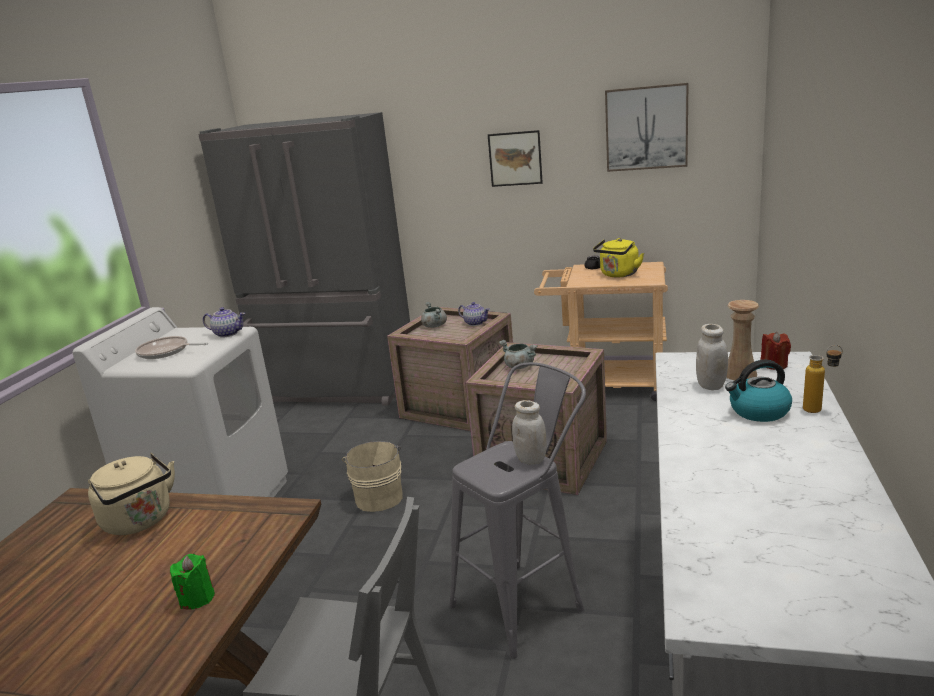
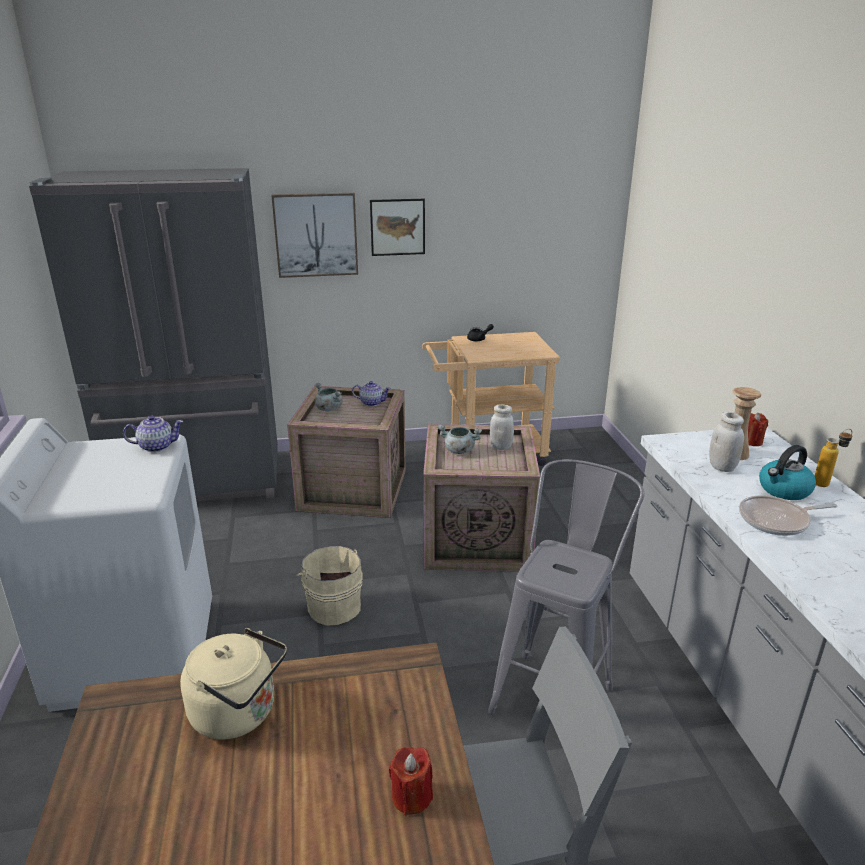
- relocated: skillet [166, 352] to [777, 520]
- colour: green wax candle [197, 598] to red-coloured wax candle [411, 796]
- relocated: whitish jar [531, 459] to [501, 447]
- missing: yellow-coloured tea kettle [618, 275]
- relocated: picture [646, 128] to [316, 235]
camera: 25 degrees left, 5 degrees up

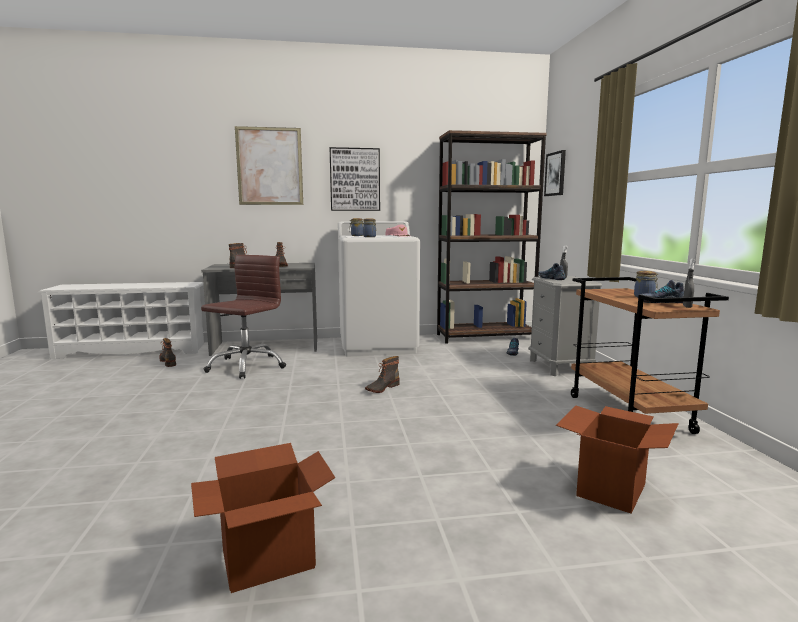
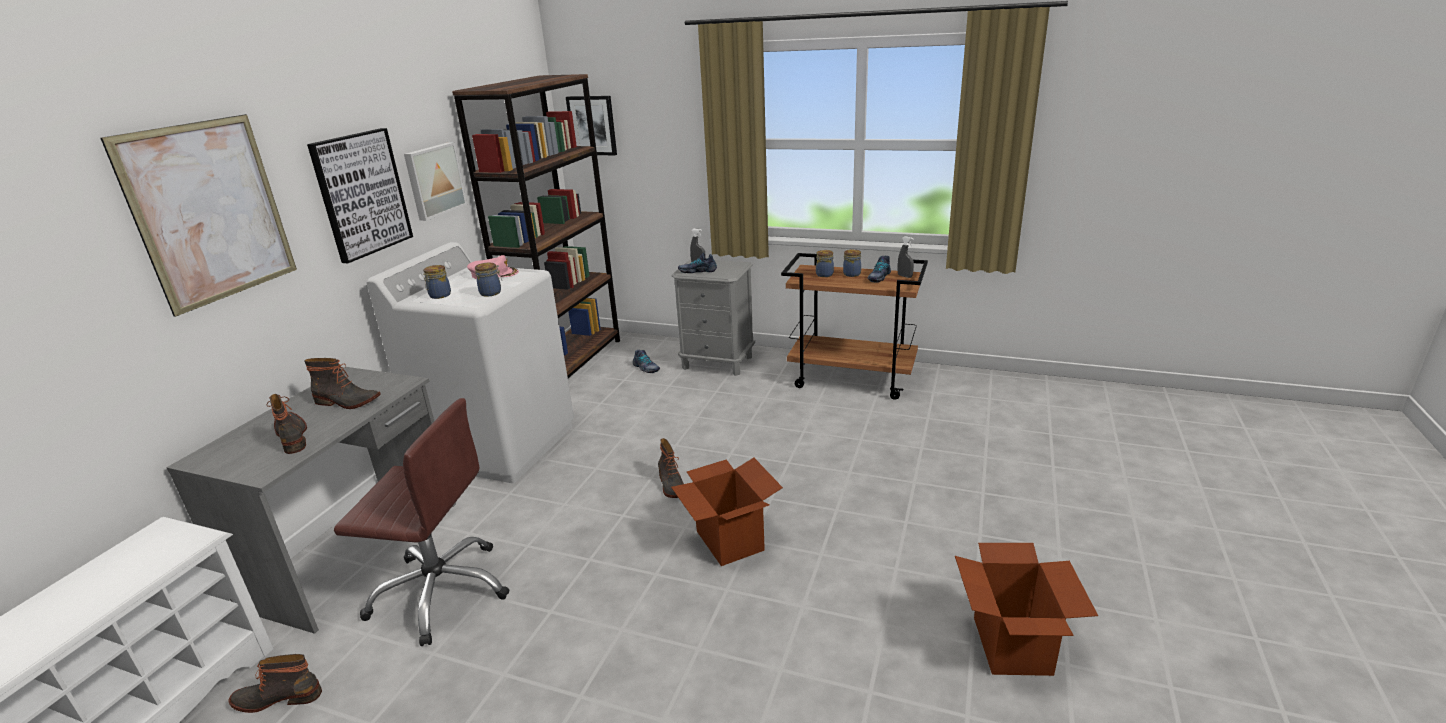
- spun: brownish office chair [246, 366] = [441, 591] 135 degrees clockwise
- relocated: carton [611, 489] to [729, 540]
- appeared: picture [434, 180]
- appeared: jar [824, 274]
camera: 60 degrees left, 15 degrees up

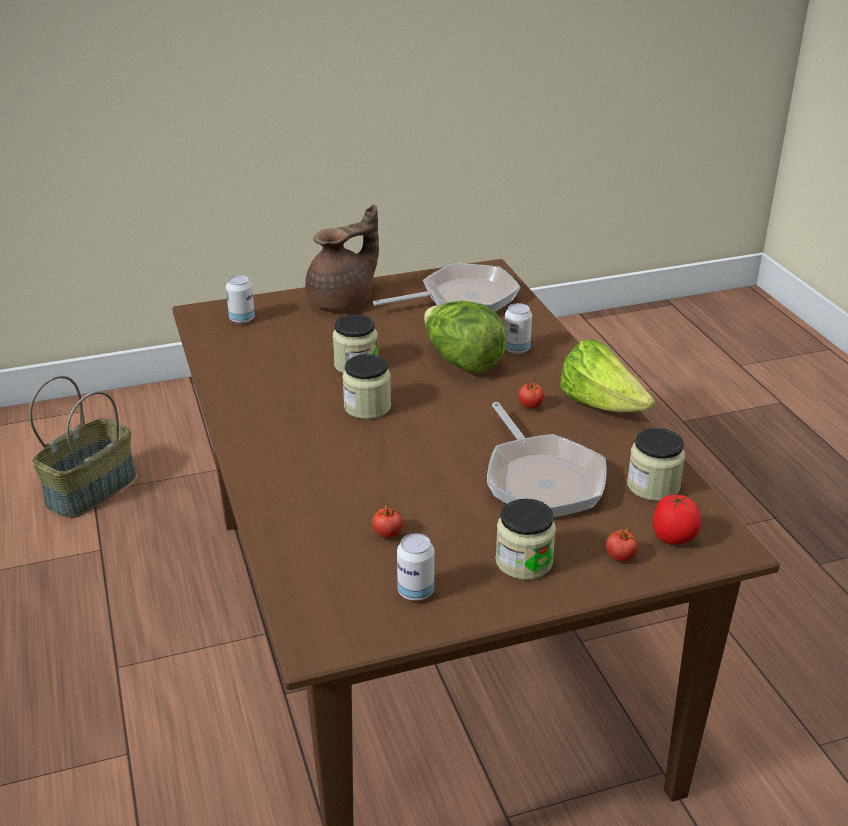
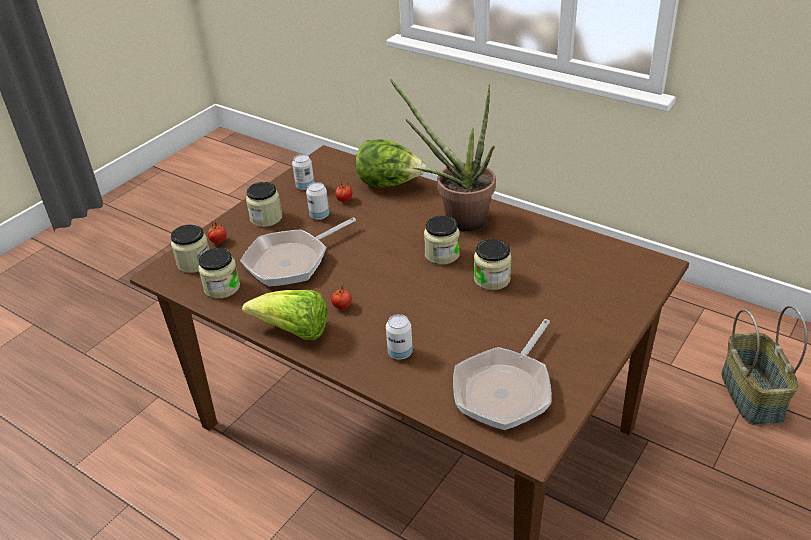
- relocated: metal can [242, 319] to [319, 215]
- missing: brownish teapot [343, 300]
- relocated: lettuce head [462, 362] to [389, 184]
- spun: skillet [541, 479] = [292, 261] 75 degrees counterclockwise
- exchanged: tomato [673, 538] to jar [194, 263]
- appeared: plant in a pot [456, 219]
camera: 145 degrees right, 5 degrees up

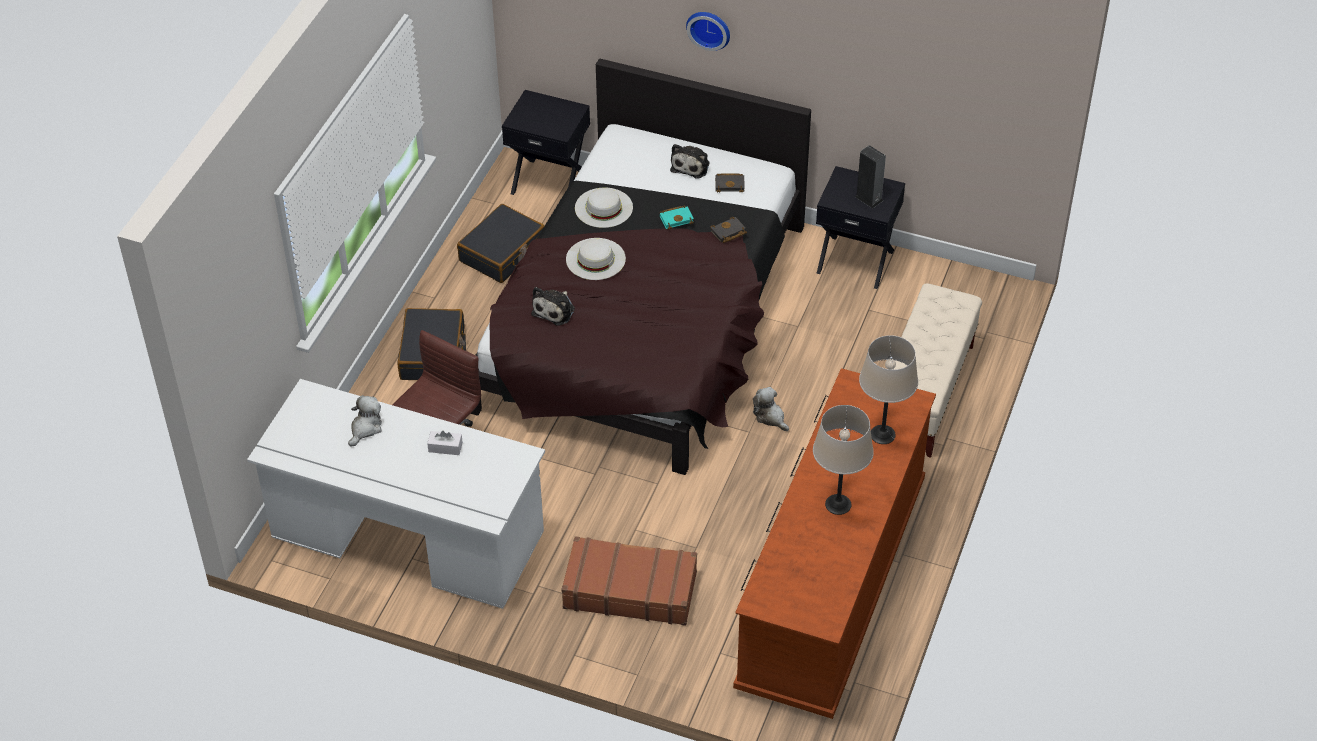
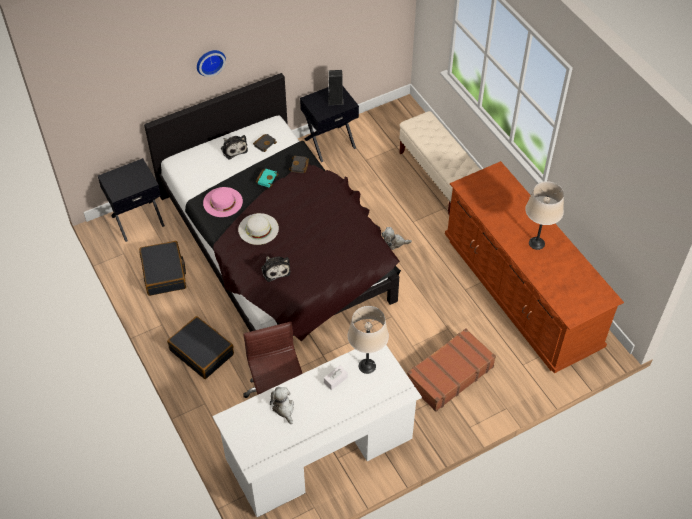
- colour: whitish hat [603, 207] to pink hat [222, 202]
- relocated: sand-coloured tabletop lamp [882, 435] to [367, 366]
camera: 50 degrees left, 5 degrees up

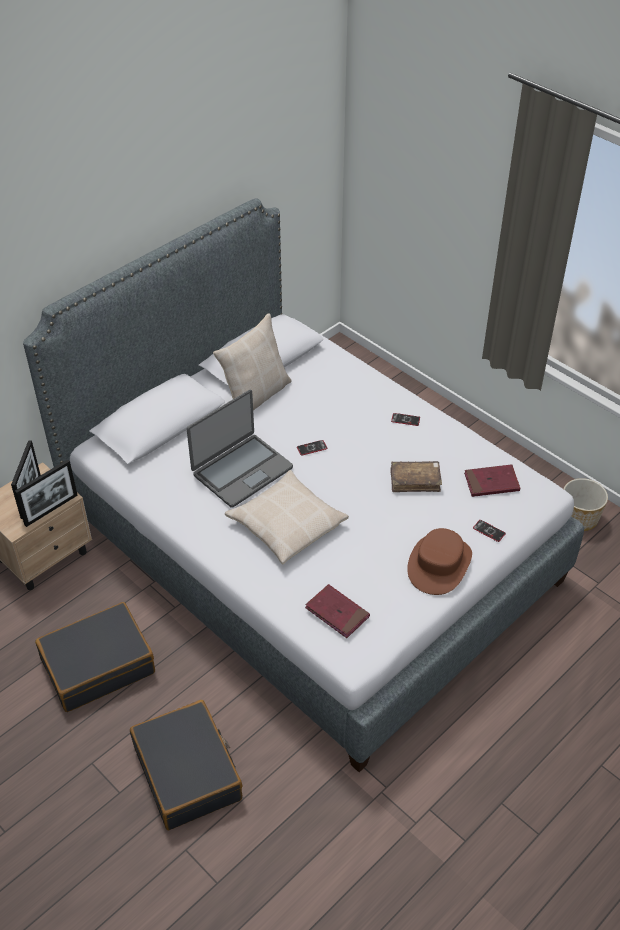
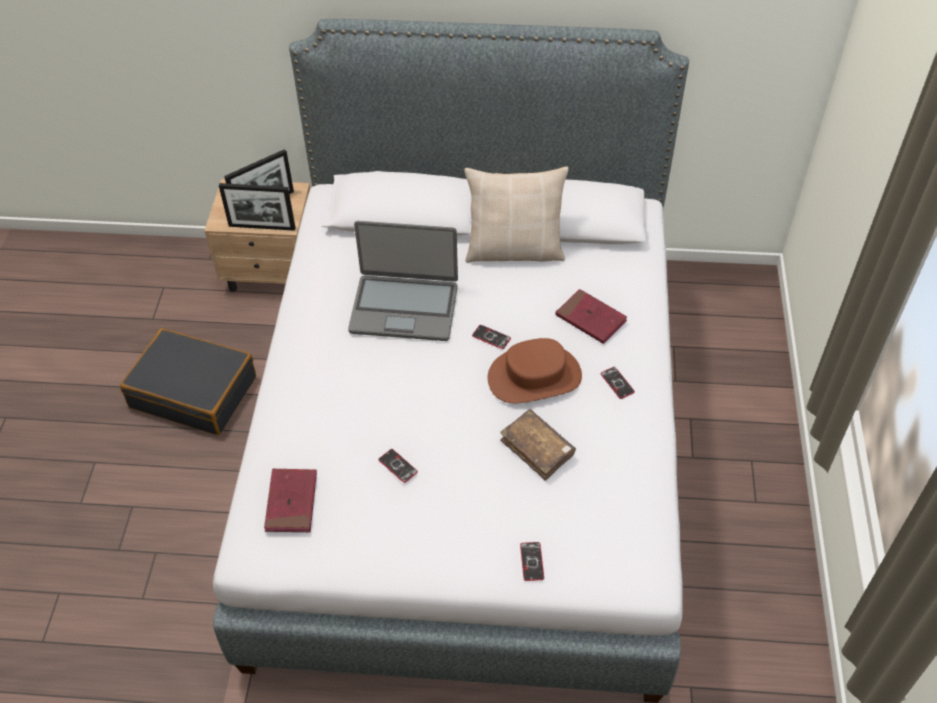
- missing: black-coloured piece of luggage [188, 772]
- missing: sand-coloured cushion [286, 524]
- relocated: brownish hat [439, 564] to [534, 376]
- relocated: red-coloured bound book [491, 483] to [590, 319]
- missing: flower pot [579, 518]
- appeared: handset [398, 466]
camera: 50 degrees right, 5 degrees up

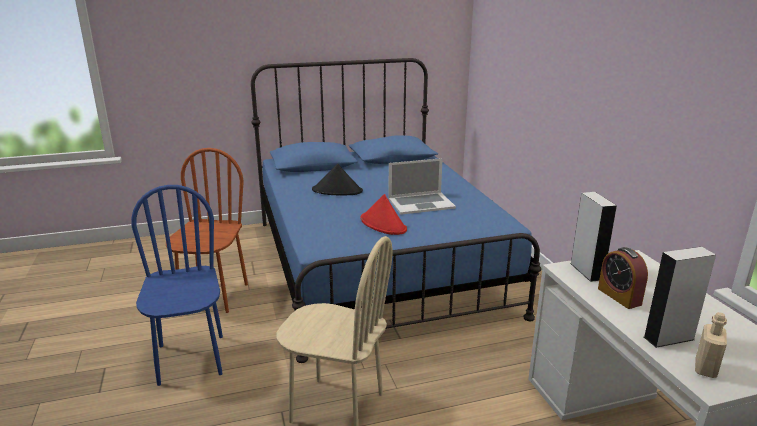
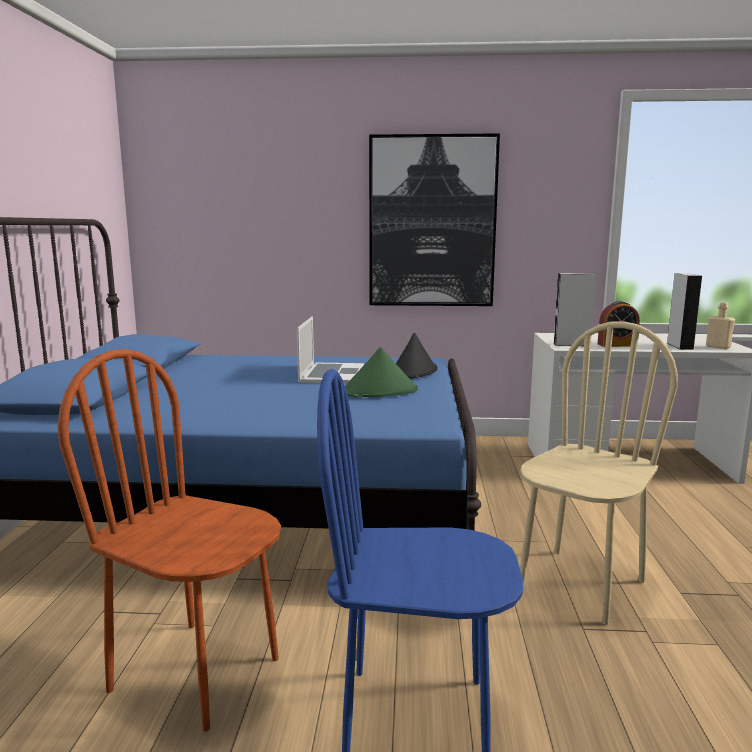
- relocated: black-coloured hat [337, 191] to [413, 372]
- colour: red-coloured hat [383, 224] to green hat [379, 392]
- appeared: picture [432, 222]
camera: 70 degrees left, 10 degrees down

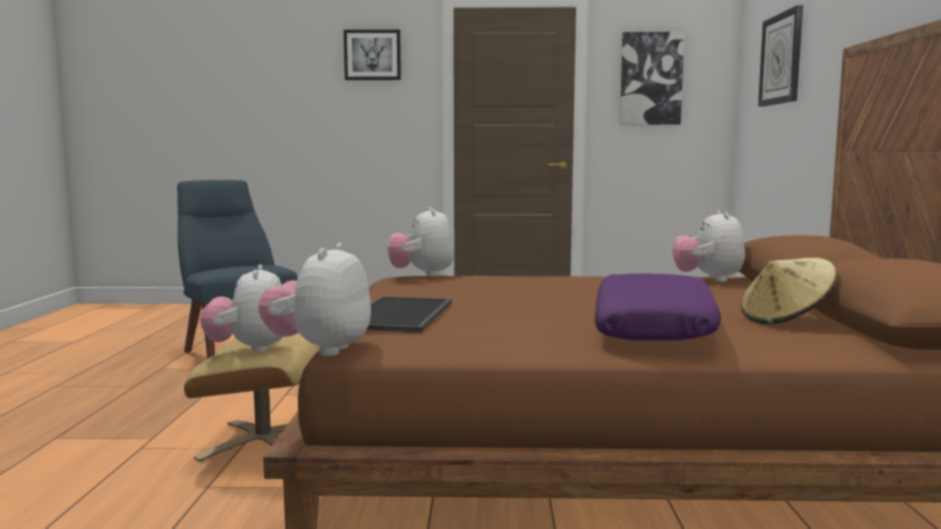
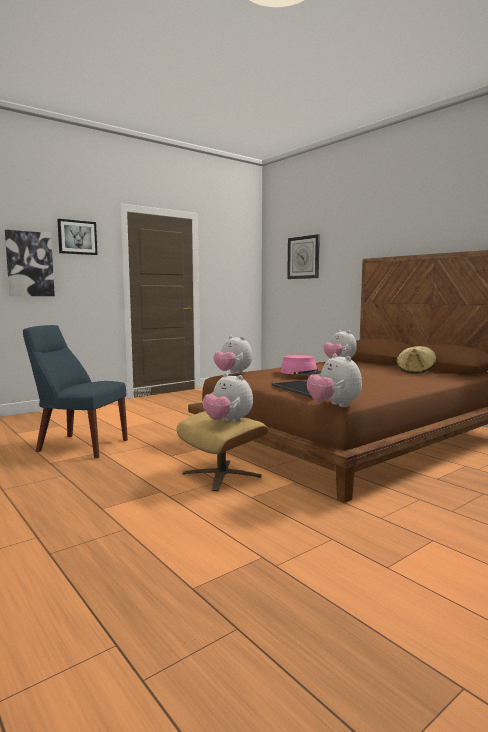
- missing: purple-coloured cushion [655, 328]
- relocated: picture [651, 79] to [29, 264]
- appeared: pink hat [302, 373]
camera: 40 degrees left, 0 degrees up

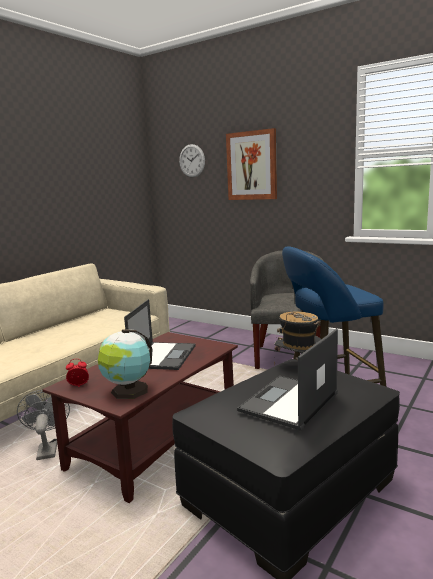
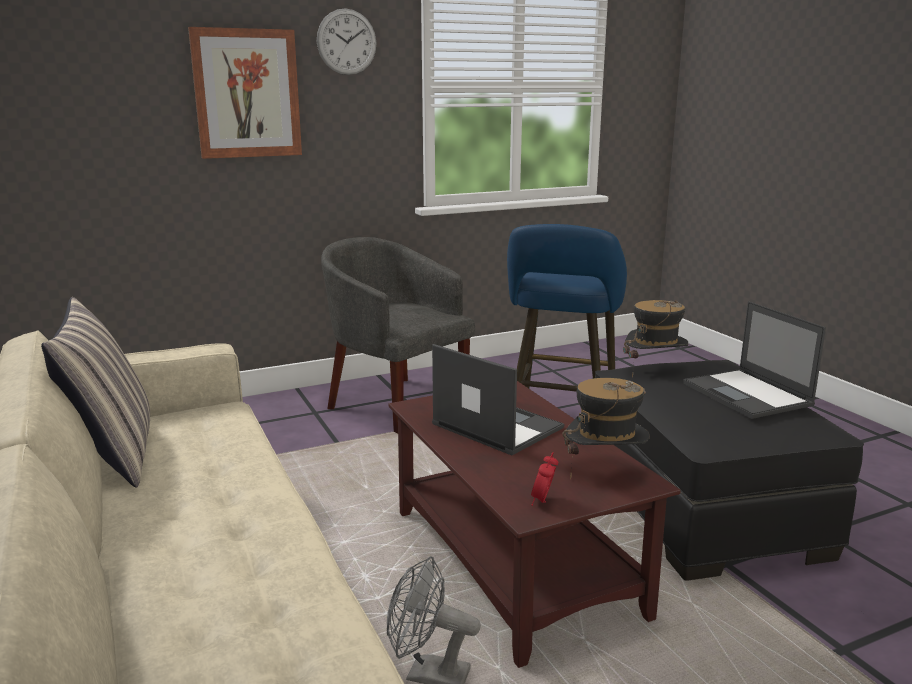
- exchanged: globe [128, 391] to hat [604, 470]
- relocated: clock on the wall [192, 161] to [346, 42]
- appeared: cushion [113, 455]
camera: 60 degrees left, 5 degrees up

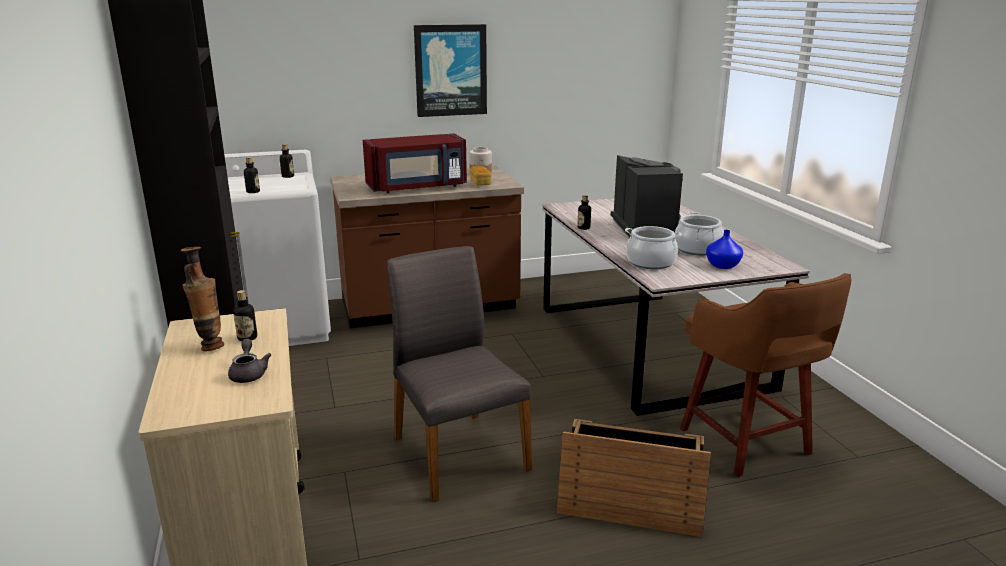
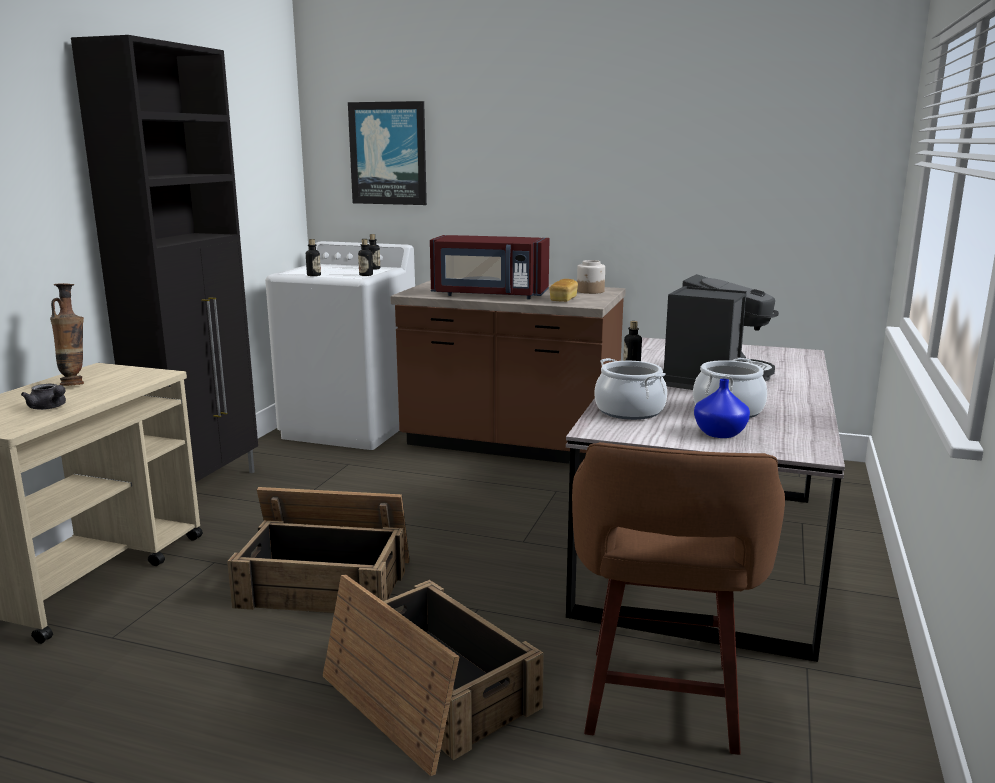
- spun: gray teapot [249, 373] = [49, 408] 105 degrees clockwise
- relocated: bottle [247, 338] to [366, 275]
- exchanged: gray chair [457, 452] to packing crate [326, 582]
- relocated: picture [450, 70] to [388, 153]
camera: 35 degrees right, 5 degrees down

